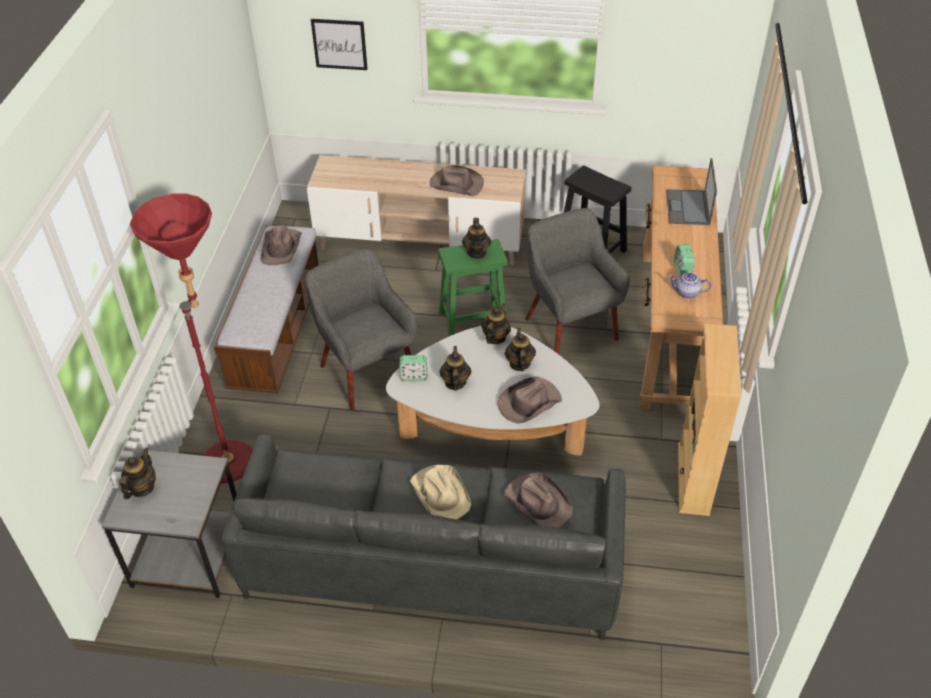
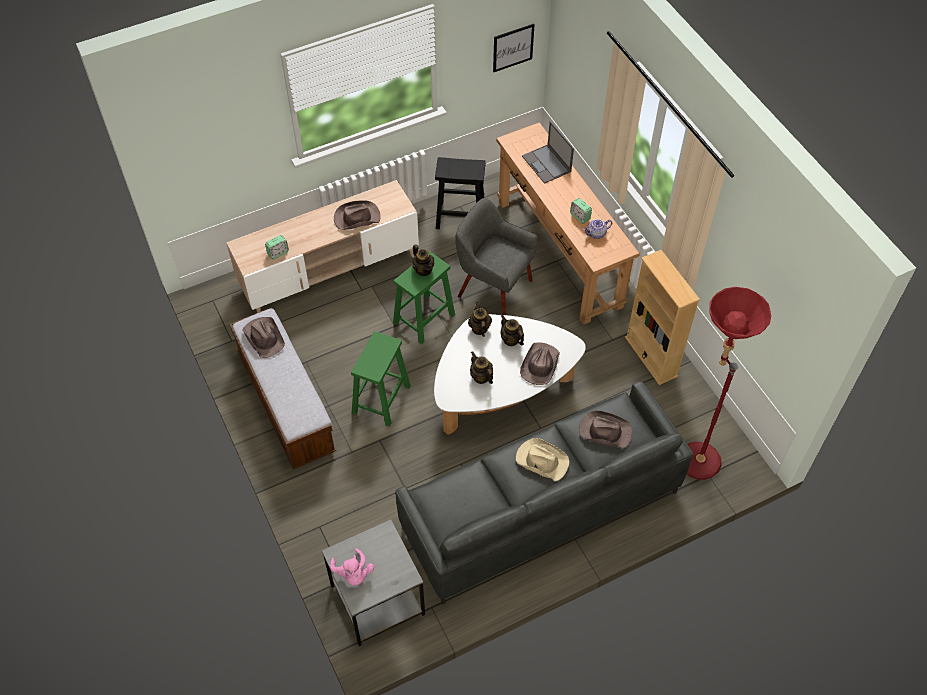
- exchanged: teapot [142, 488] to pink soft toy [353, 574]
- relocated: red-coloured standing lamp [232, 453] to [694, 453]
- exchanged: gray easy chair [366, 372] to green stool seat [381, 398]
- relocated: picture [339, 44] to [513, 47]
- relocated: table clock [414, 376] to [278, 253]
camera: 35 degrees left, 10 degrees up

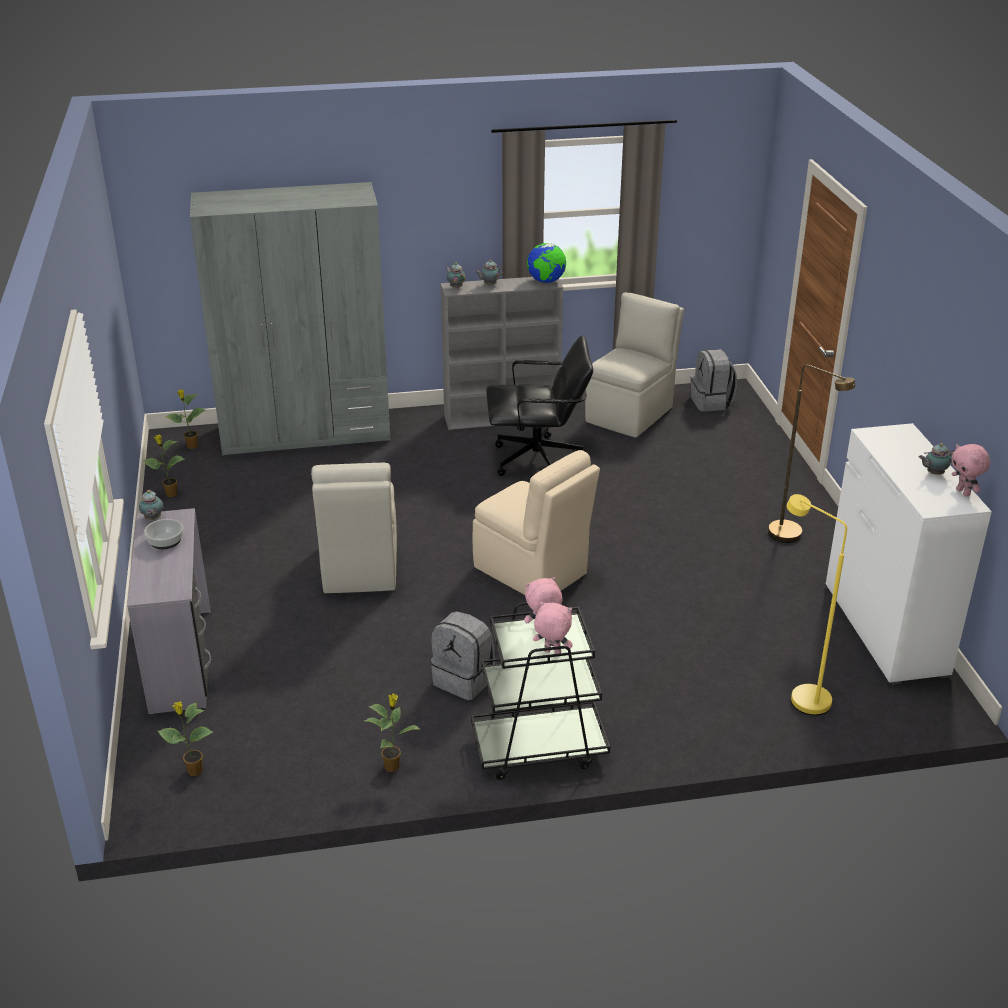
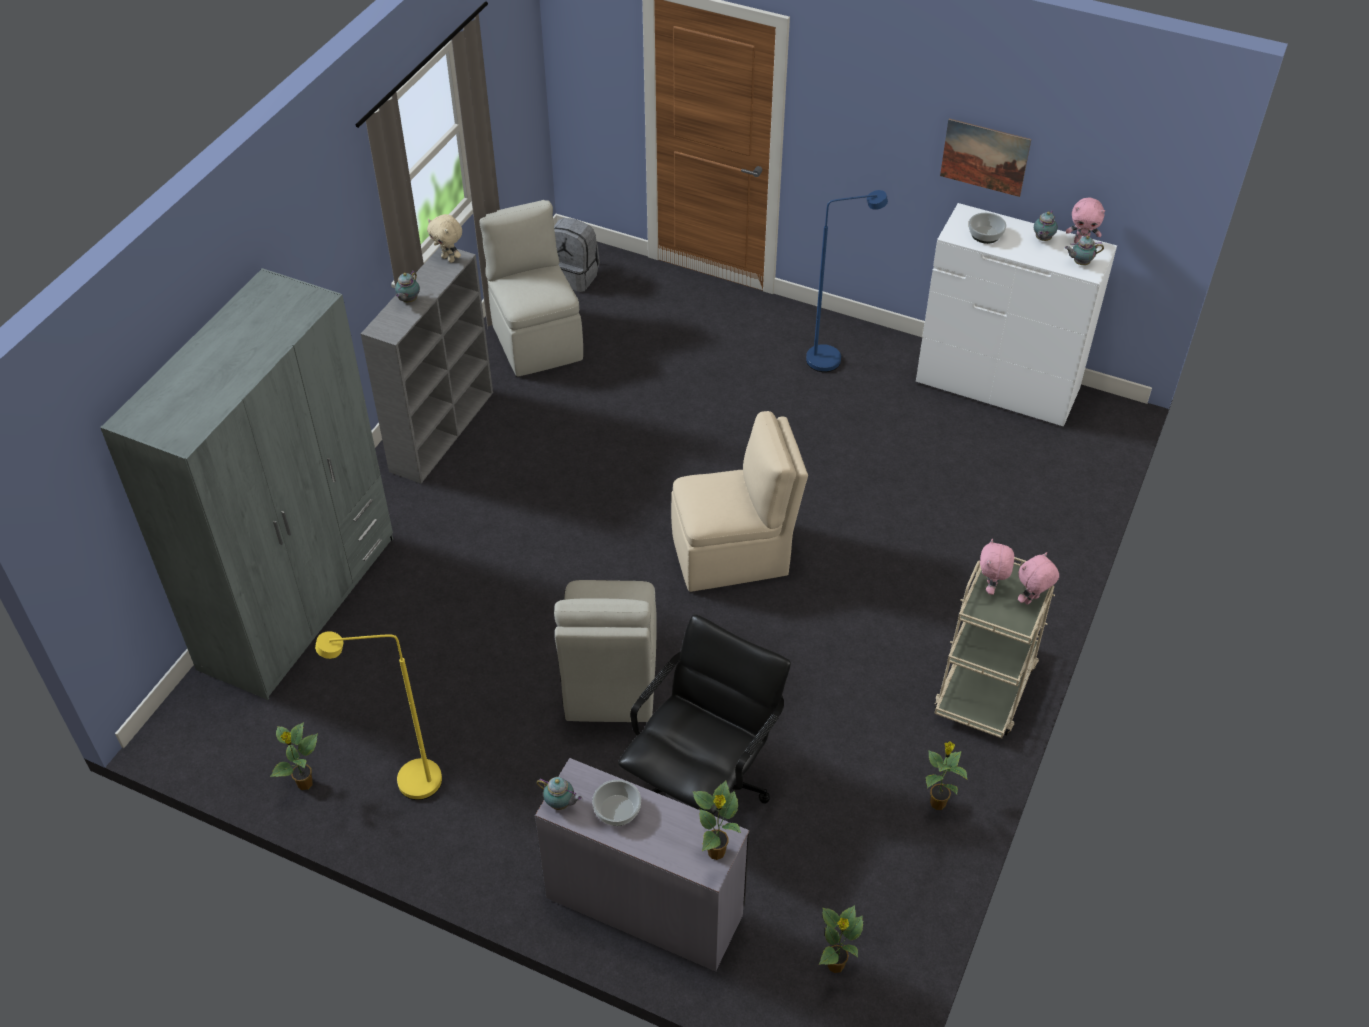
- relocated: plant in a pot [191, 446] to [716, 853]
- spun: sand-coloured chair [359, 567] = [610, 680] 60 degrees clockwise
- missing: gray knapsack [464, 680]
- relocated: teapot [455, 287] to [1080, 263]
- colour: black-coloured wheeled cart [538, 748] to sand-coloured wheeled cart [985, 686]
- relocated: black-coloured office chair [538, 460] to [702, 786]
- exchanged: globe [546, 281] to sand-coloured soft toy [449, 258]
- colour: brownish standing lamp [793, 536] to bluish standing lamp [832, 358]
- relocated: yellow-coloured standing lamp [800, 696] to [407, 783]
- appeared: picture [984, 157]
- appeared: bowl [986, 235]
camera: 55 degrees left, 15 degrees up

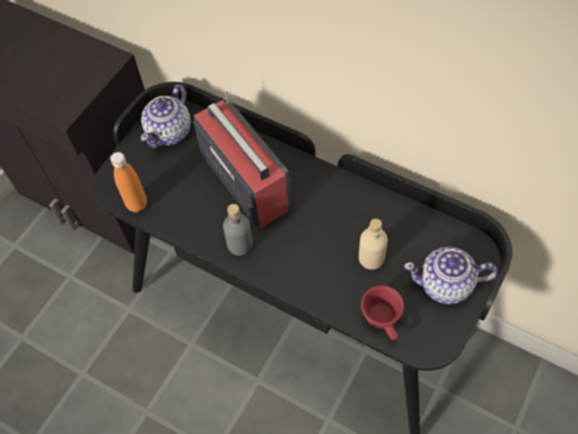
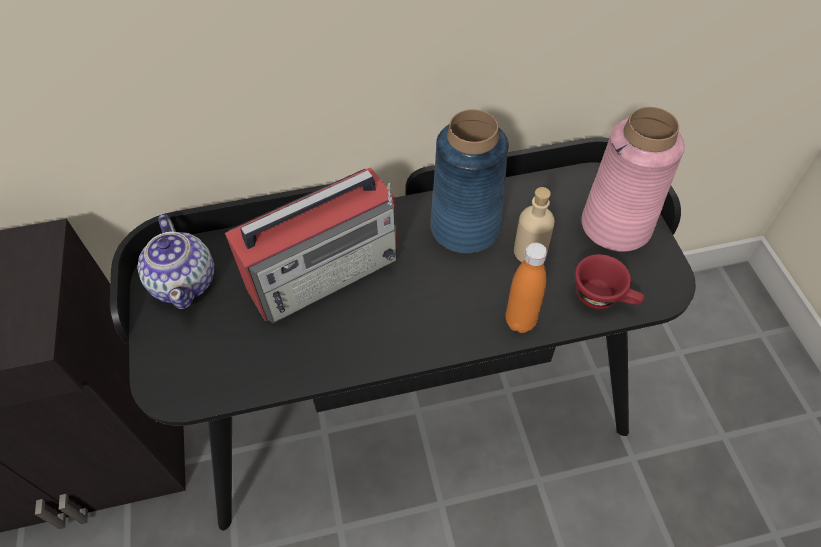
- relocated: orangey bottle [137, 204] to [520, 321]
- spun: radio [244, 180] = [326, 271] 135 degrees clockwise
- missing: gray bottle [240, 244]
- exchanged: teapot [446, 285] to pink decorative vase [616, 226]
- appeared: bluish decorative vase [465, 228]
camera: 45 degrees left, 5 degrees down

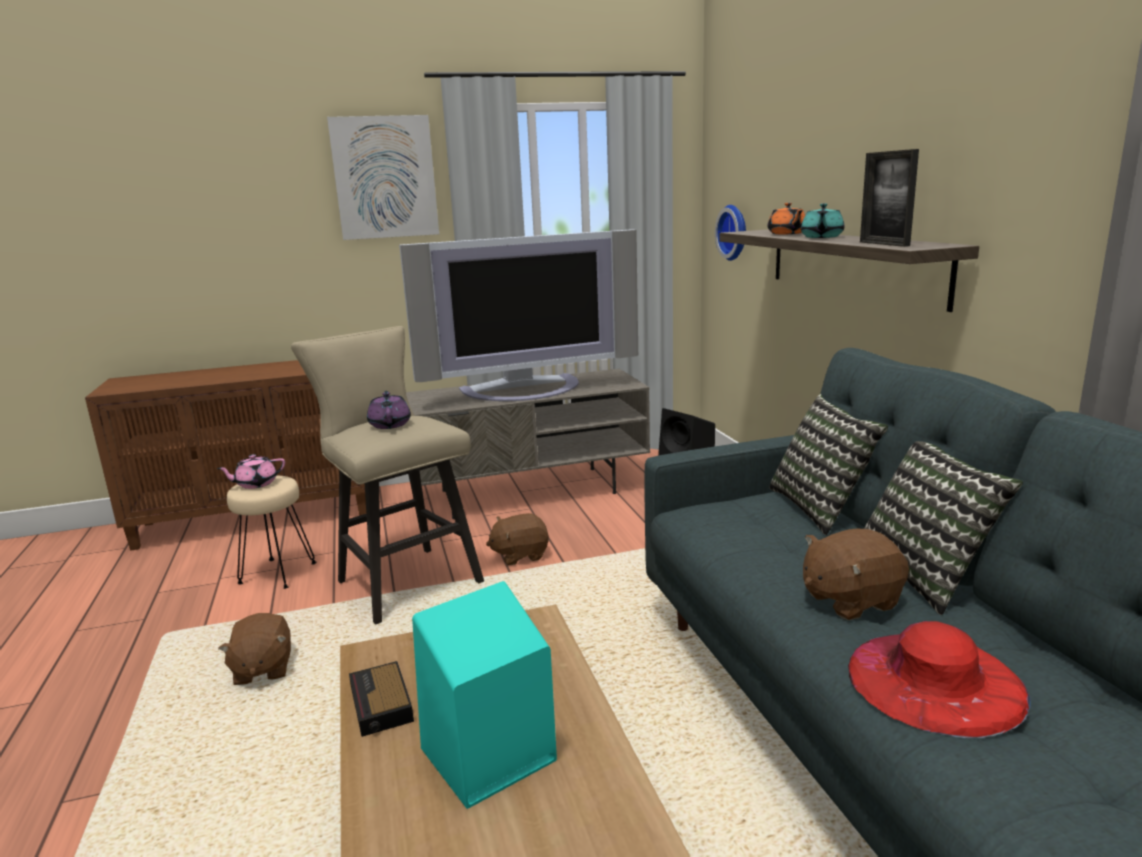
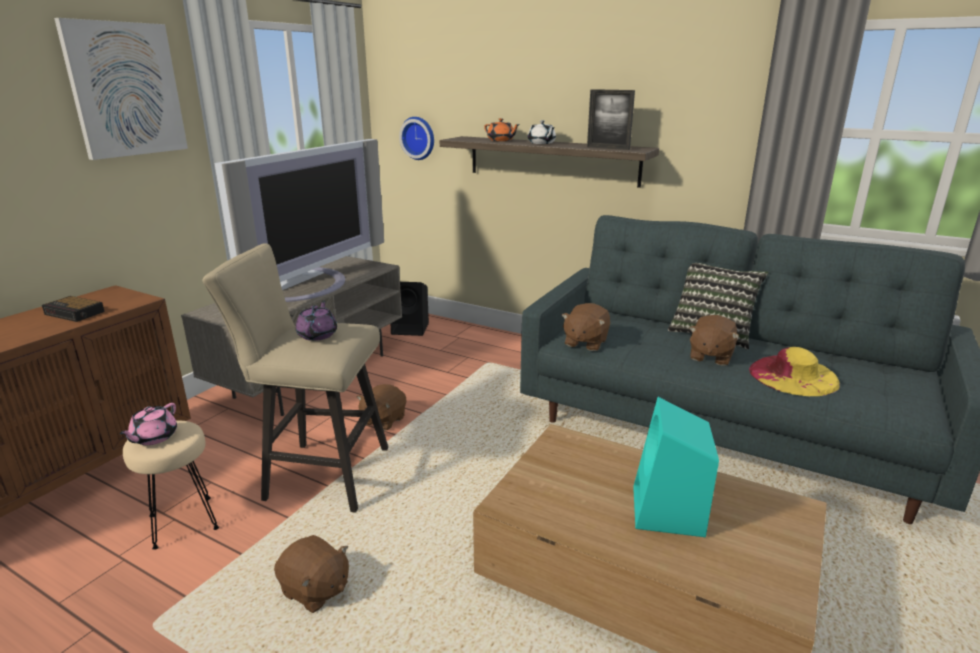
- relocated: table clock [381, 705] to [75, 313]
- spun: purple-coloured teapot [390, 424] = [318, 335] 60 degrees clockwise
- missing: cushion [821, 507]
- colour: turquoise teapot [821, 237] to whitish teapot [541, 143]
- colour: red-coloured hat [934, 681] to yellow-coloured hat [793, 376]
- appeared: brownish soft toy [585, 342]
camera: 45 degrees left, 5 degrees up

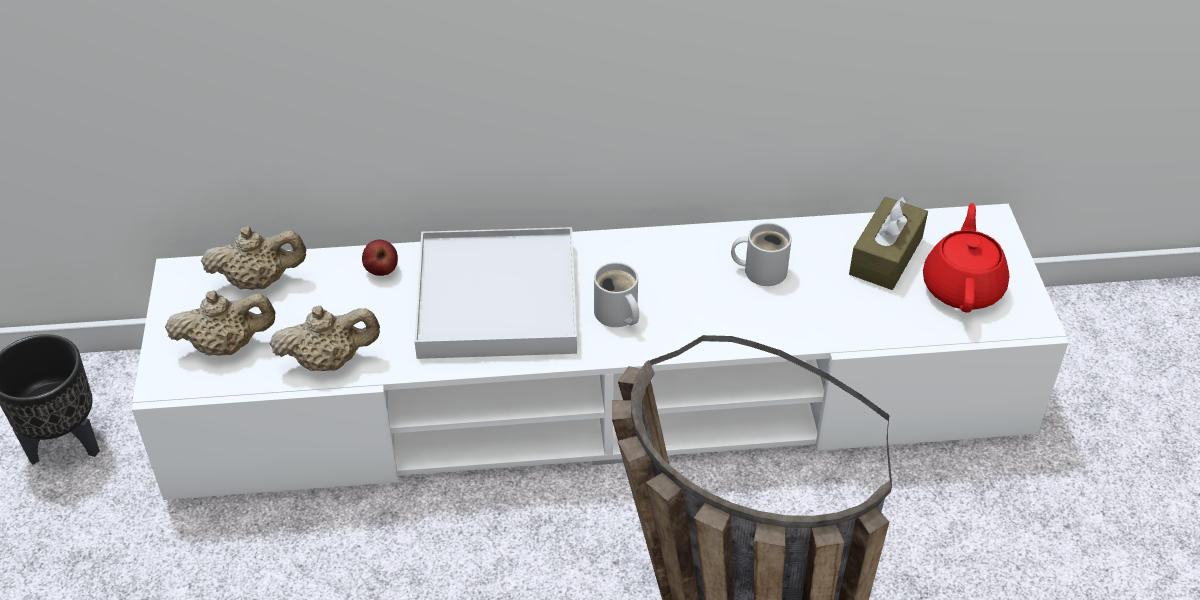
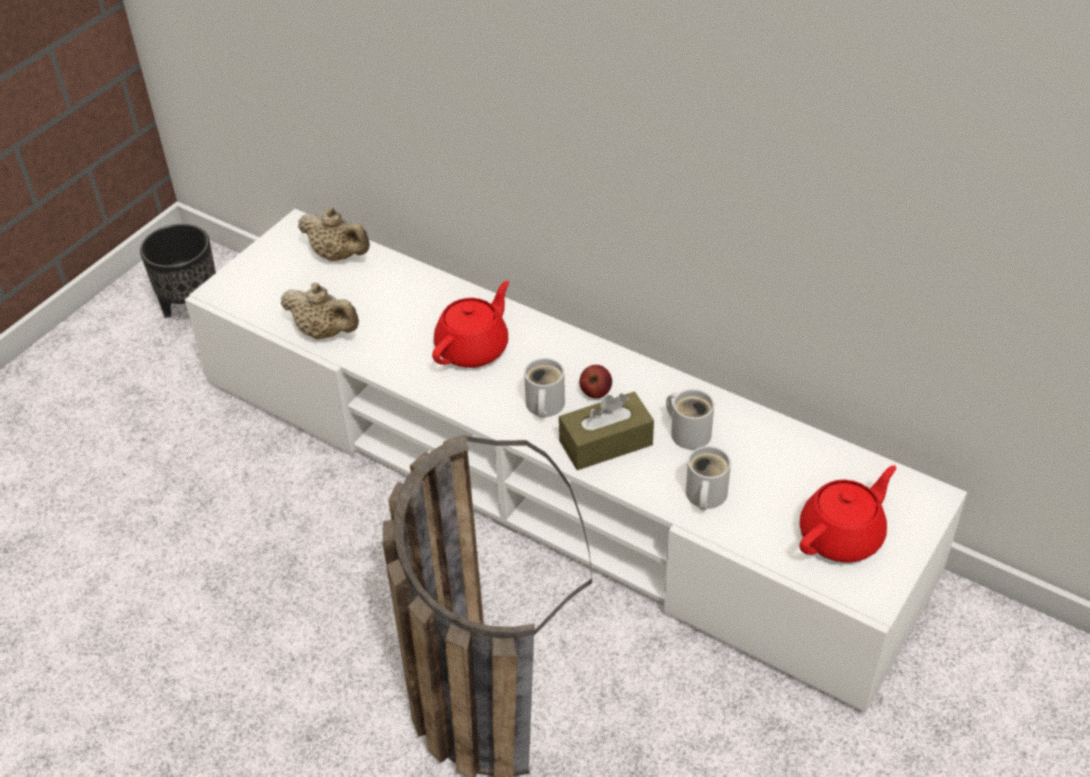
- missing: sand-coloured teapot [227, 346]
- relocated: apple fruit [381, 270] to [595, 393]
- exchanged: whitish serving tray [496, 299] to red-coloured teapot [473, 348]
- relocated: brownish tissue box [886, 256] to [606, 443]
- appeared: whitish coffee mug [704, 496]
camera: 40 degrees right, 0 degrees up

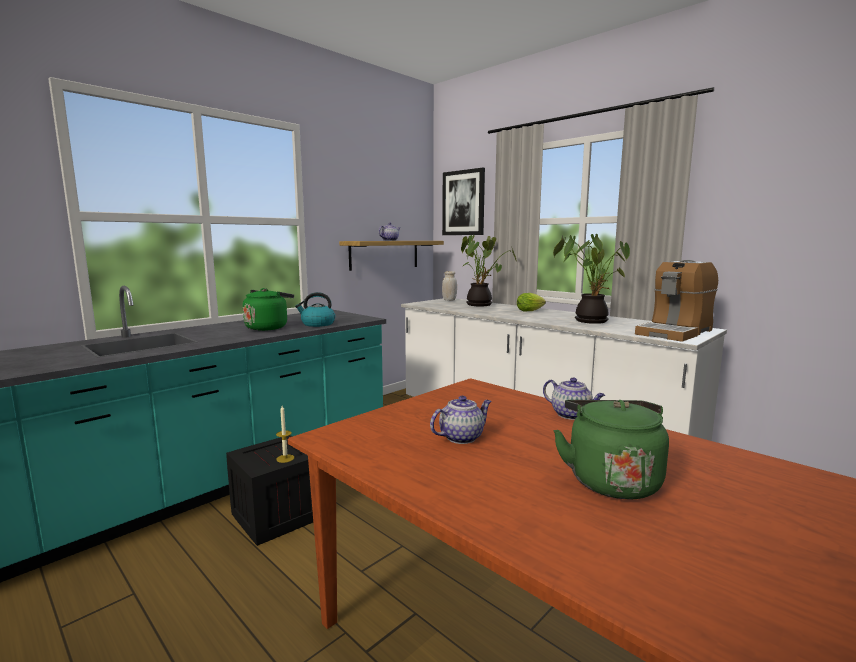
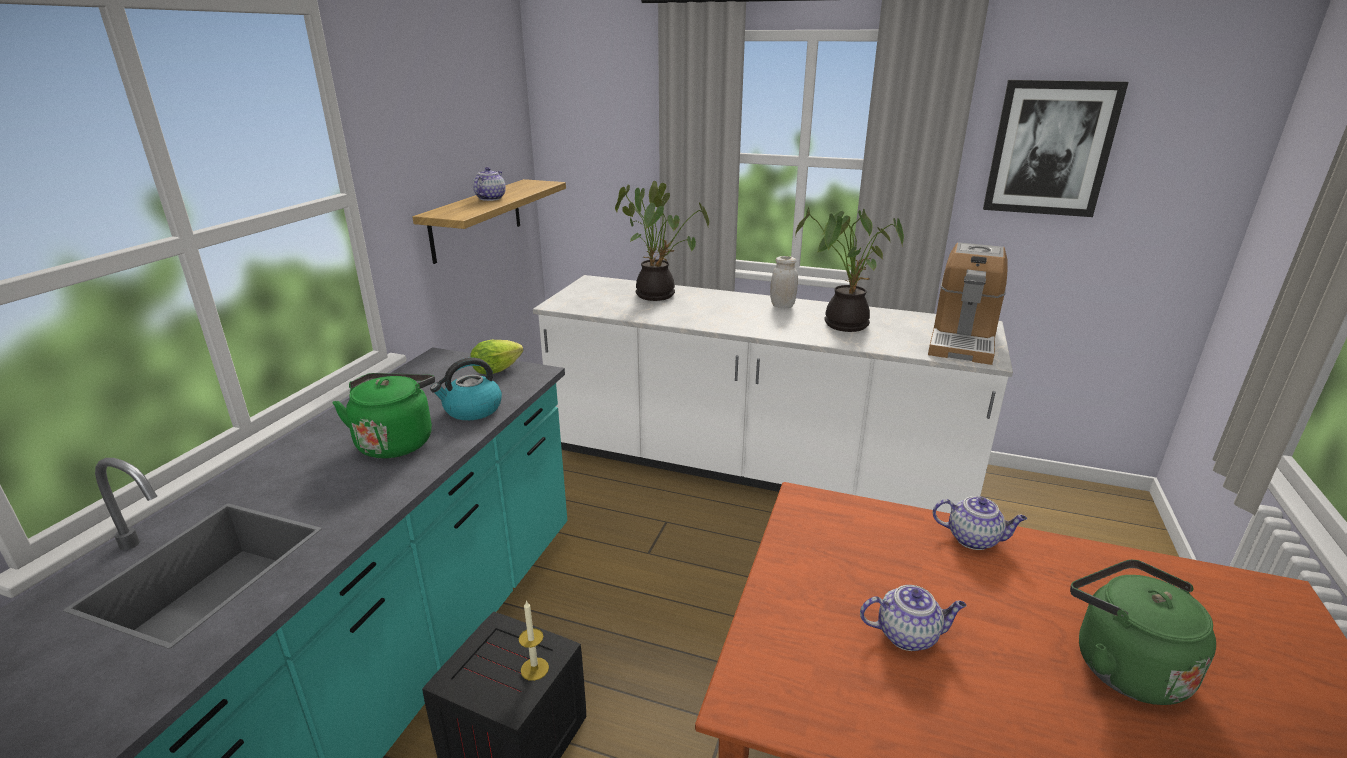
- spun: teapot [462, 437] = [908, 635] 60 degrees clockwise
- relocated: picture [463, 203] to [1050, 148]
- relocated: whitish jar [449, 300] to [782, 306]
- relocated: lettuce head [531, 311] to [499, 370]
camera: 25 degrees left, 15 degrees up

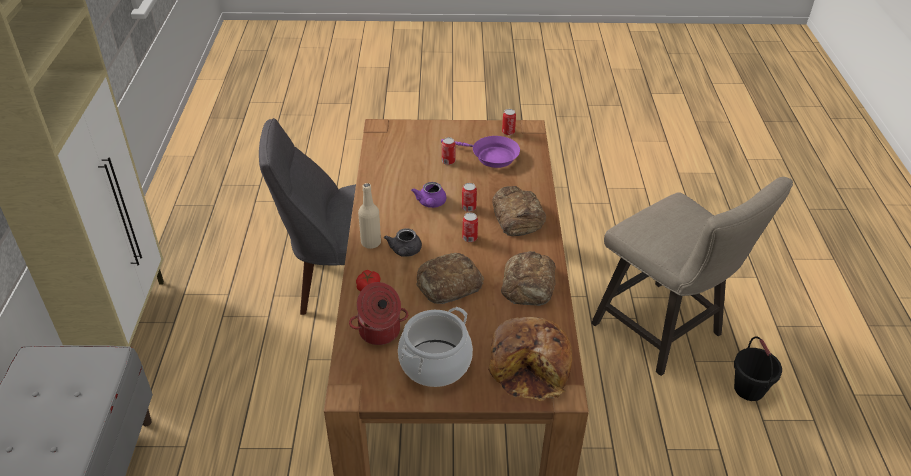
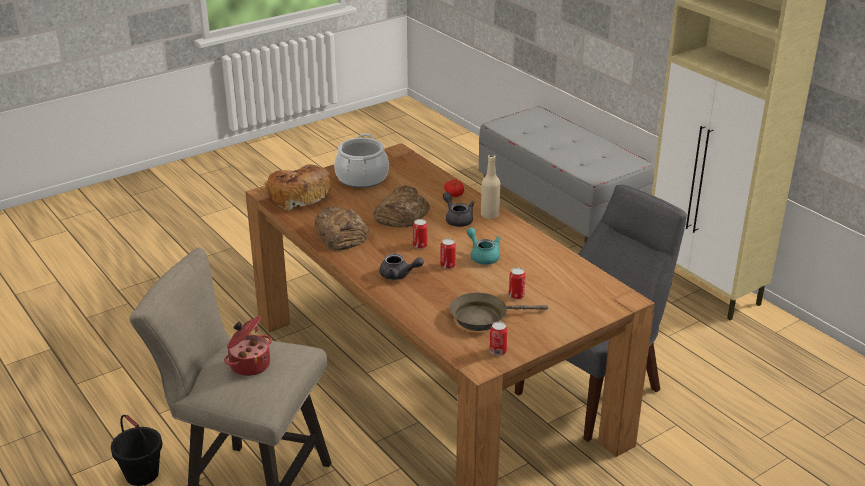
- relocated: cooking pot [380, 332] to [249, 364]
- colour: purple-coloured teapot [431, 204] to turquoise teapot [483, 256]
- colour: purple-coloured skillet [491, 156] to brownish skillet [483, 317]
- exchanged: bread [517, 216] to gray teapot [399, 275]
camera: 145 degrees right, 10 degrees down

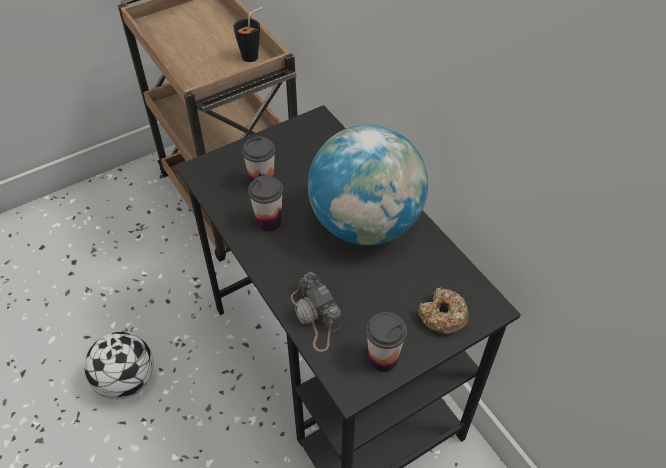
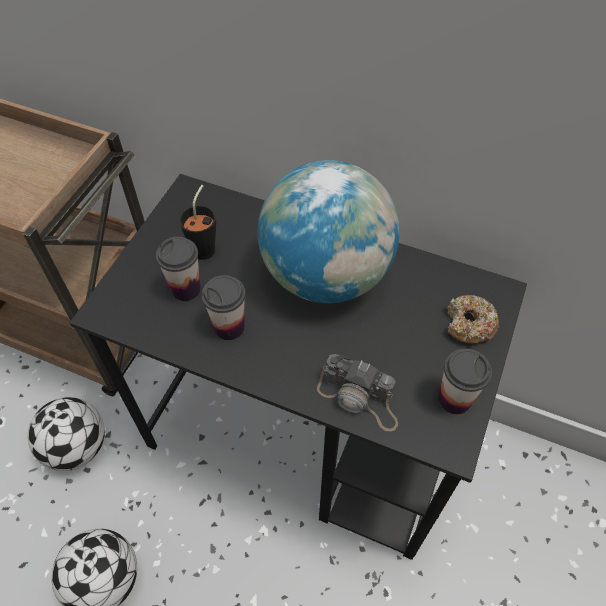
- relocated: black-coloured cup [253, 55] to [206, 247]
- appeared: football ball [77, 446]
camera: 35 degrees left, 5 degrees up

